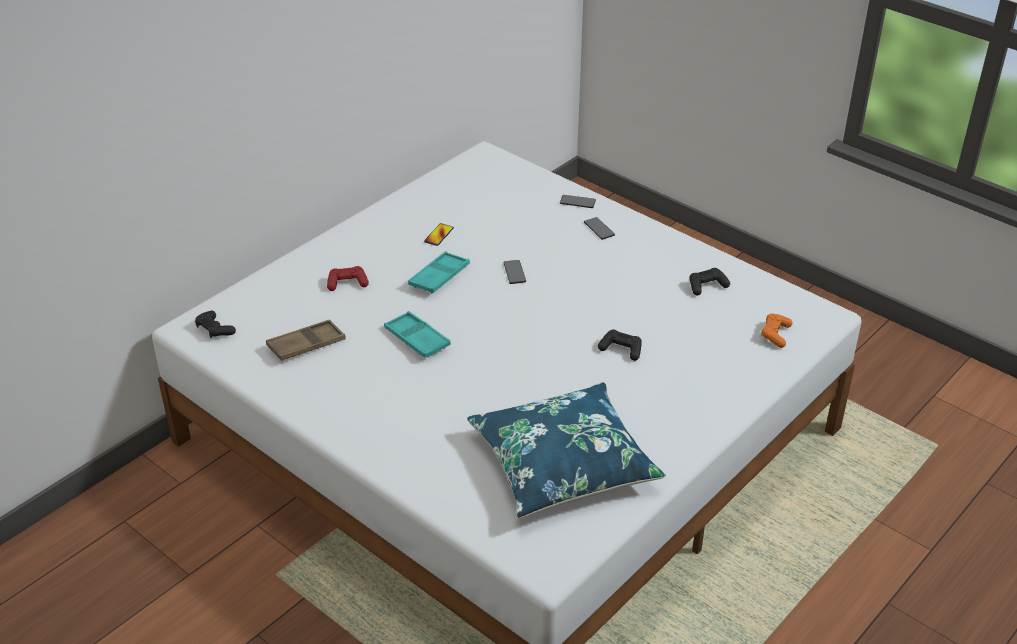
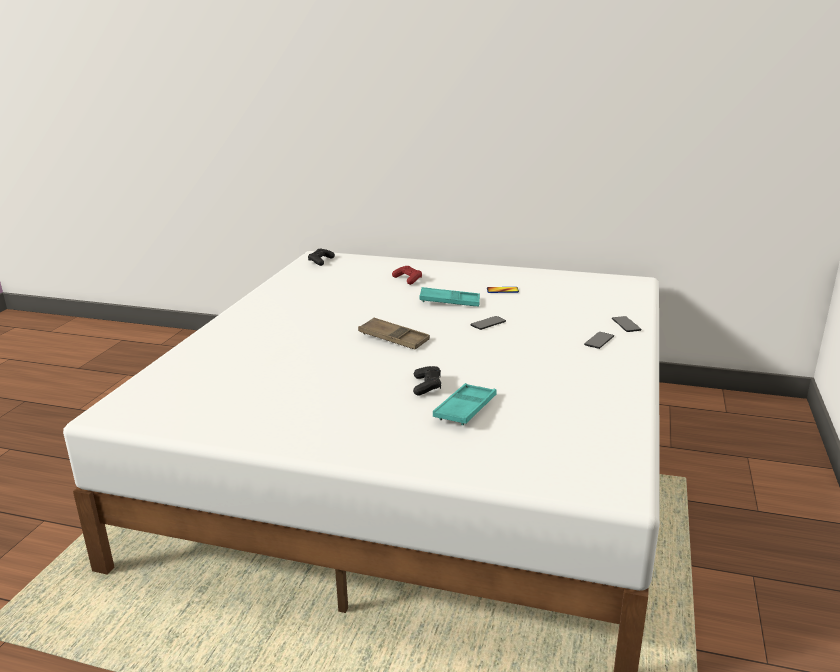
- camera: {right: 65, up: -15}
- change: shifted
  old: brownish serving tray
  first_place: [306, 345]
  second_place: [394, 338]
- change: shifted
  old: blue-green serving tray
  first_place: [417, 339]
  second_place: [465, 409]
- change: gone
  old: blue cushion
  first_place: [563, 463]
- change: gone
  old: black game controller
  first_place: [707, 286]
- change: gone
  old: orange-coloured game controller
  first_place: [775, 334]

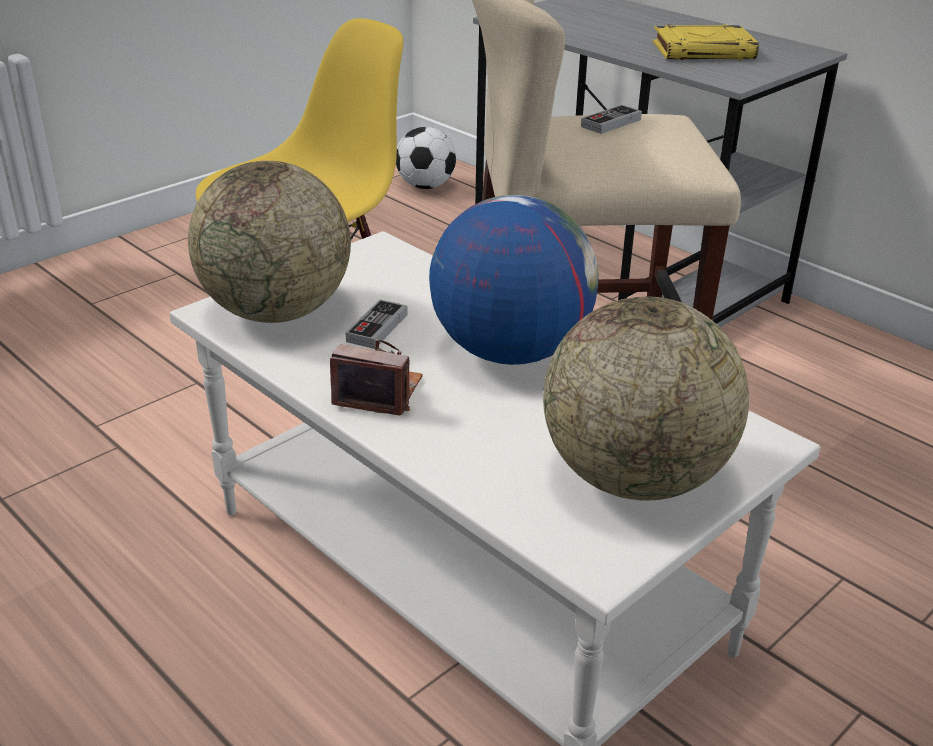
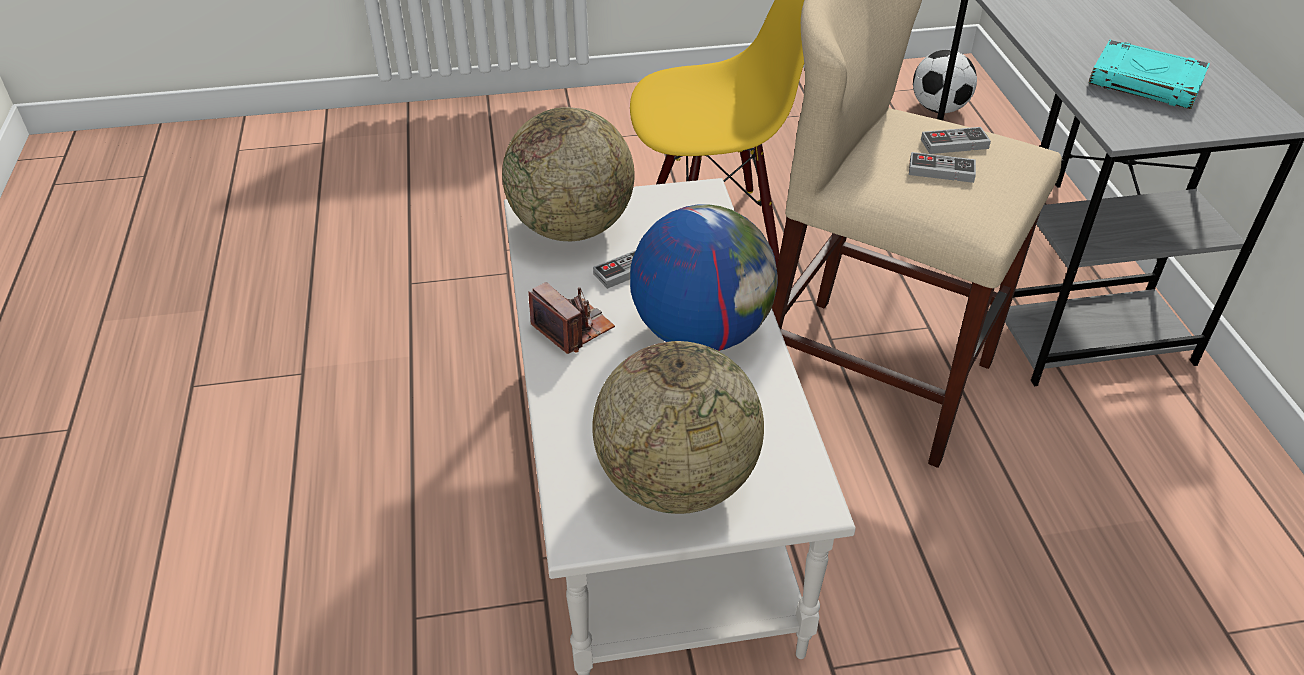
- camera: {right: 35, up: 10}
- change: repainted
  old: yellowish book
  new: blue-green book
  first_place: [704, 51]
  second_place: [1147, 82]
- change: new
  new: game controller
  second_place: [941, 171]

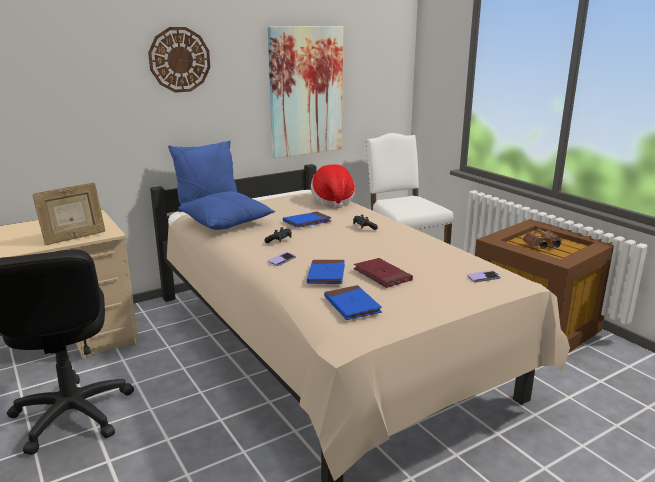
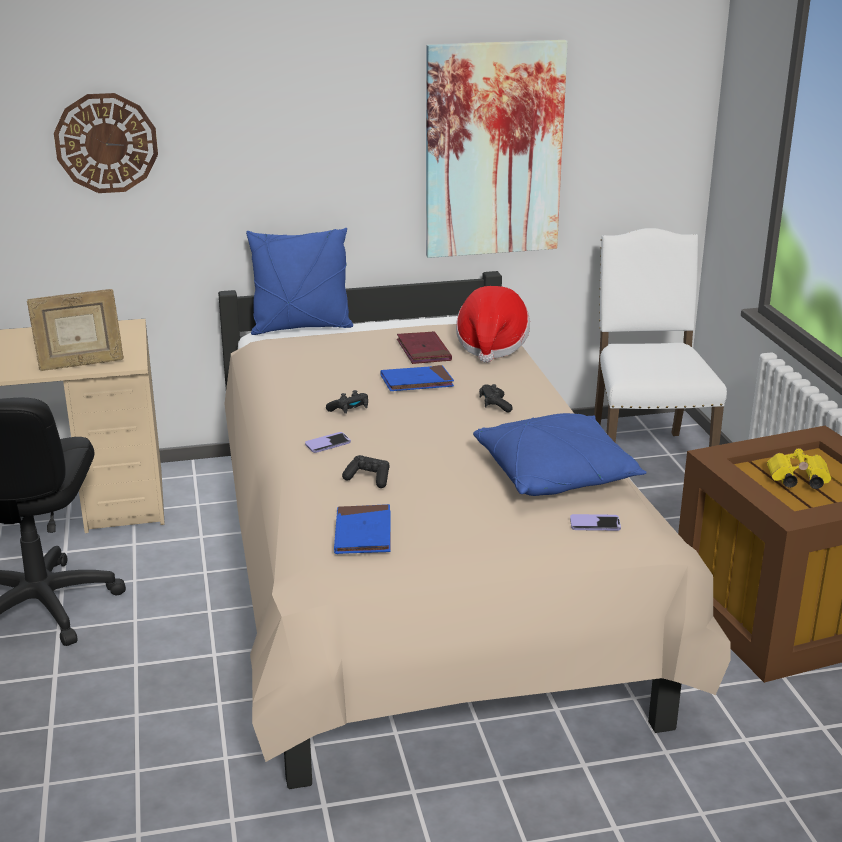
- camera: {right: 20, up: 5}
- change: shifted
  old: wall clock
  first_place: [179, 60]
  second_place: [106, 143]
- change: shifted
  old: blue cushion
  first_place: [227, 222]
  second_place: [556, 475]
- change: swapped
  old: blue book
  new: black game controller
  first_place: [326, 274]
  second_place: [368, 479]
- change: shifted
  old: red book
  first_place: [382, 275]
  second_place: [423, 351]
- change: repainted
  old: brownish pair of binoculars
  new: yellowish pair of binoculars
  first_place: [541, 246]
  second_place: [796, 481]

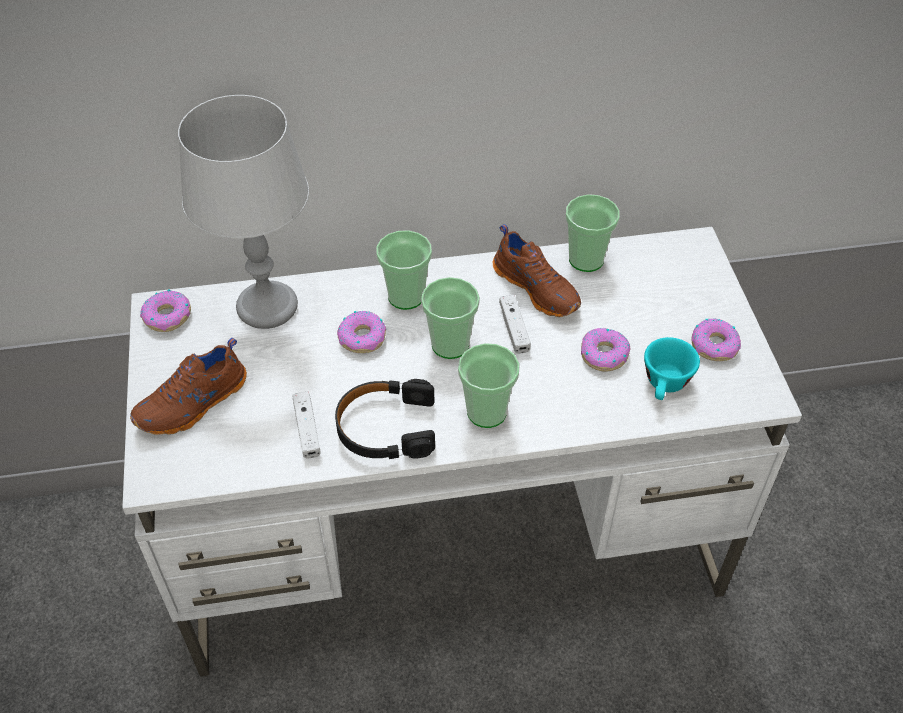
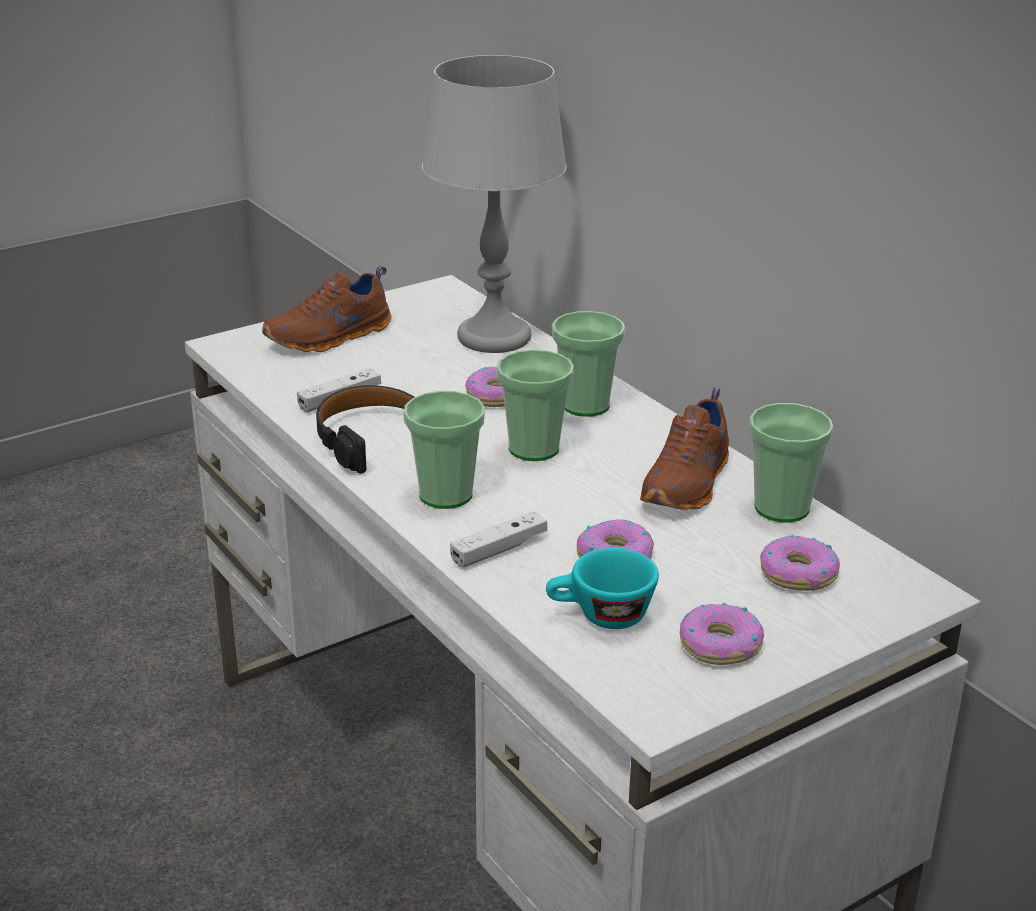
- camera: {right: 65, up: -20}
- change: rotated
  old: brownish item of footwear
  first_place: [194, 404]
  second_place: [330, 337]
  degrees: -60
- change: shifted
  old: doughnut
  first_place: [168, 317]
  second_place: [797, 574]
- change: shifted
  old: whitish game controller
  first_place: [514, 329]
  second_place: [499, 549]

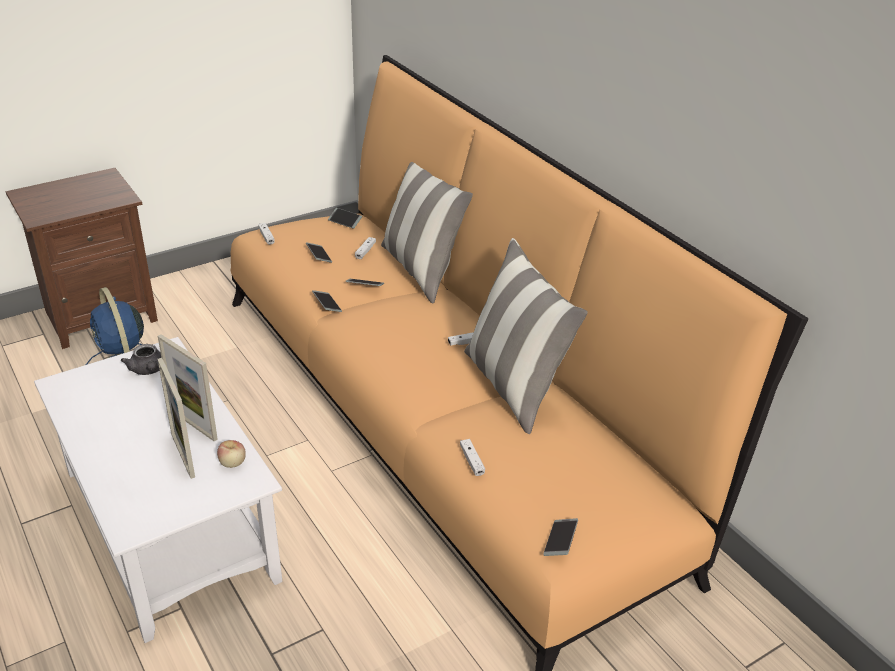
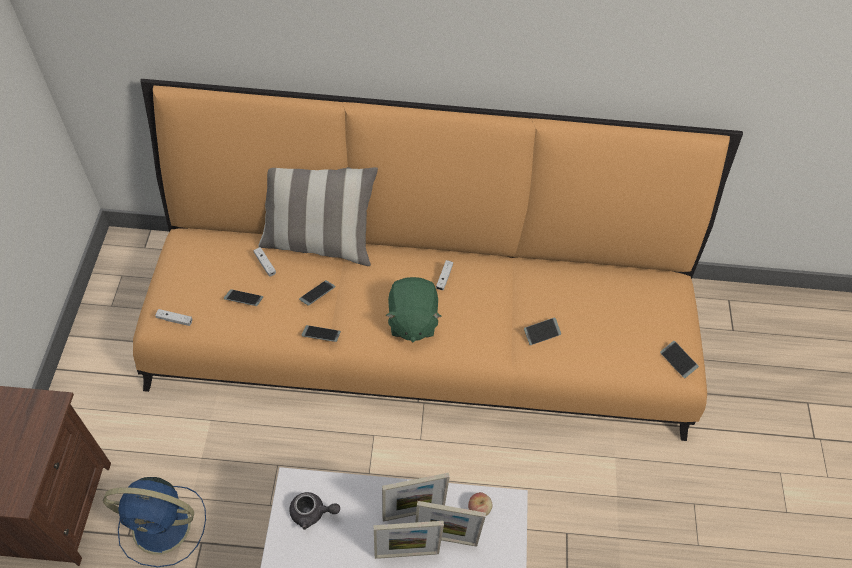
- camera: {right: -55, up: 20}
- change: shifted
  old: phone
  first_place: [345, 221]
  second_place: [541, 333]
- change: gone
  old: whitish game controller
  first_place: [472, 461]
- change: gone
  old: cushion
  first_place: [515, 387]
- change: new
  new: standing frame
  second_place: [406, 554]
- change: new
  new: green soft toy
  second_place: [412, 320]

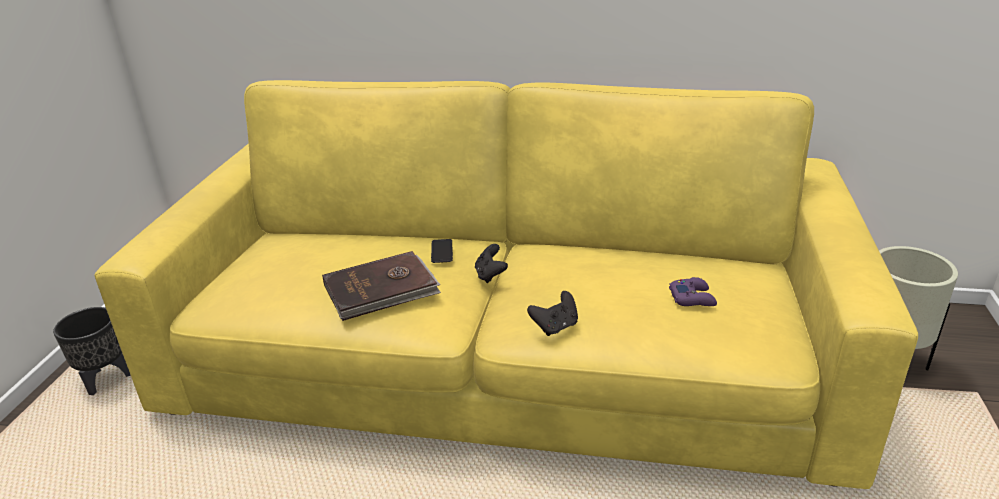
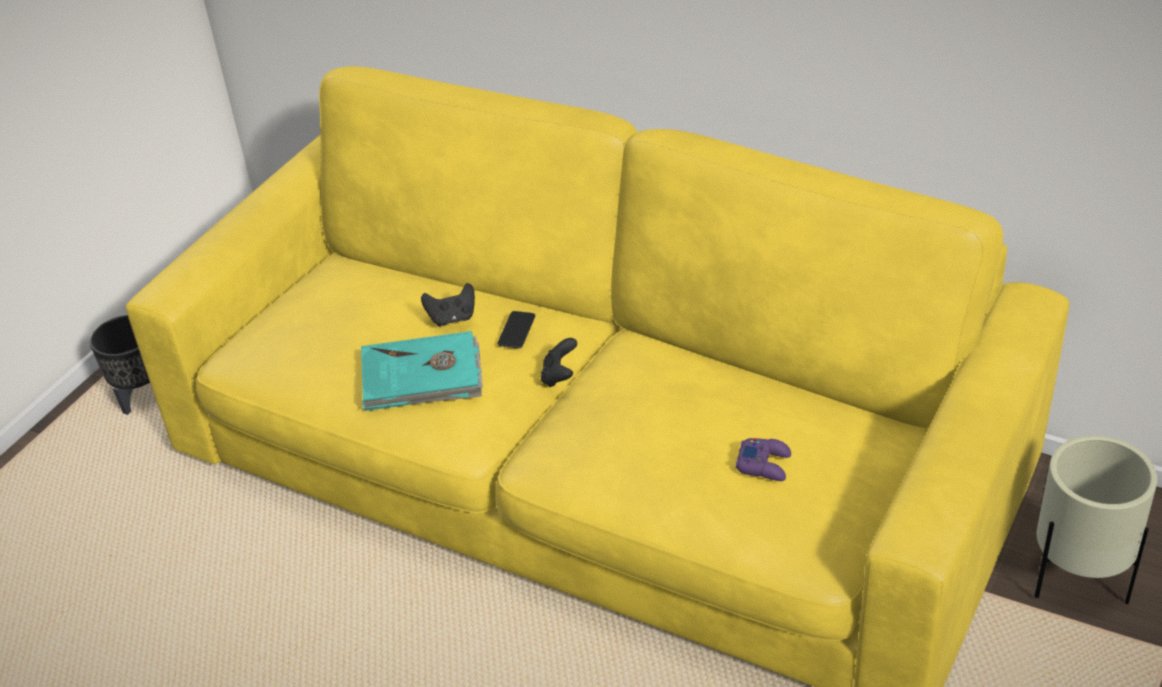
- camera: {right: 20, up: 10}
- change: repainted
  old: brownish book
  new: blue-green book
  first_place: [382, 290]
  second_place: [422, 377]
- change: shifted
  old: black game controller
  first_place: [555, 327]
  second_place: [452, 318]

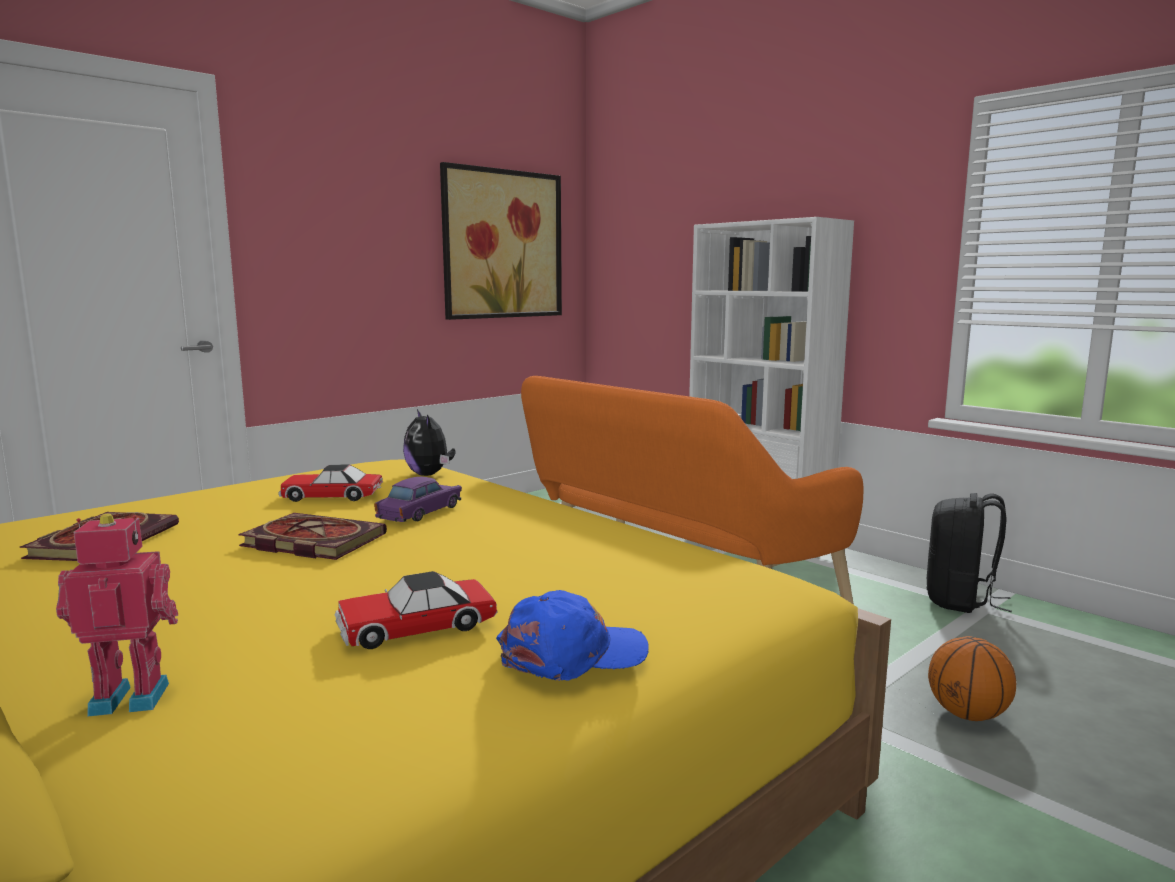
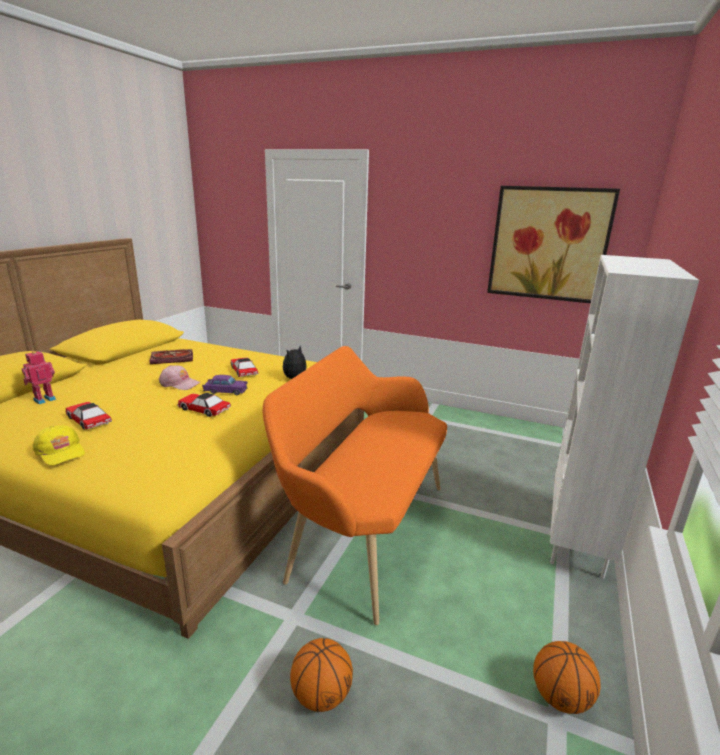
- camera: {right: 65, up: 10}
- change: rotated
  old: toy robot
  first_place: [131, 696]
  second_place: [44, 399]
  degrees: -105
- change: swapped
  old: book
  new: pink-coloured cap
  first_place: [309, 541]
  second_place: [179, 383]
- change: repainted
  old: blue cap
  new: yellowish cap
  first_place: [572, 655]
  second_place: [61, 451]
- change: swapped
  old: black knapsack
  new: basketball ball
  first_place: [960, 601]
  second_place: [560, 697]
- change: new
  new: toy car
  second_place: [204, 409]

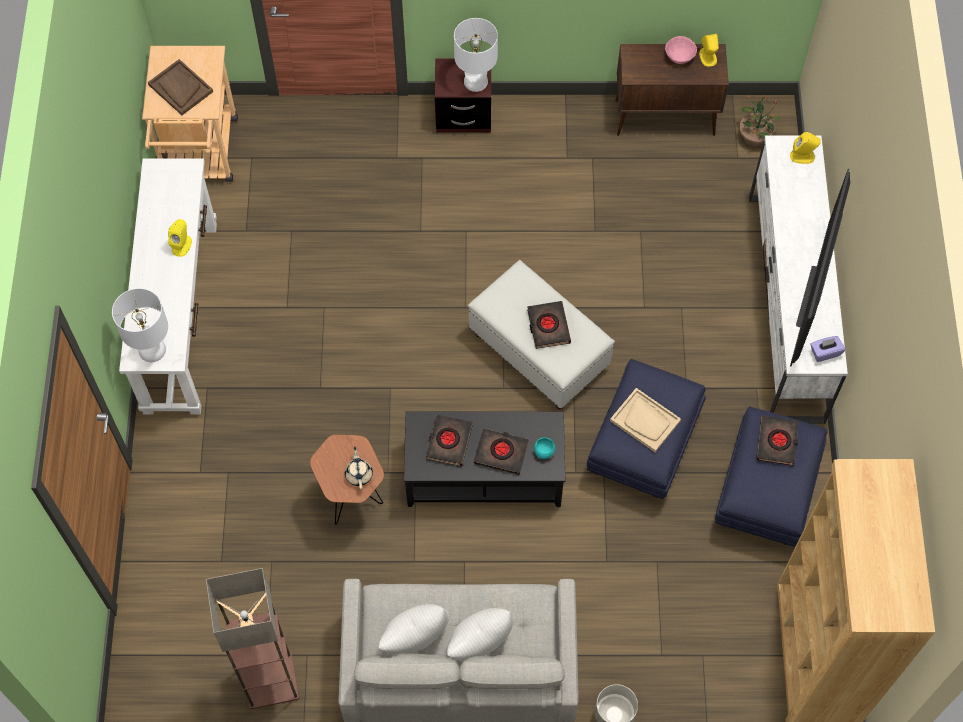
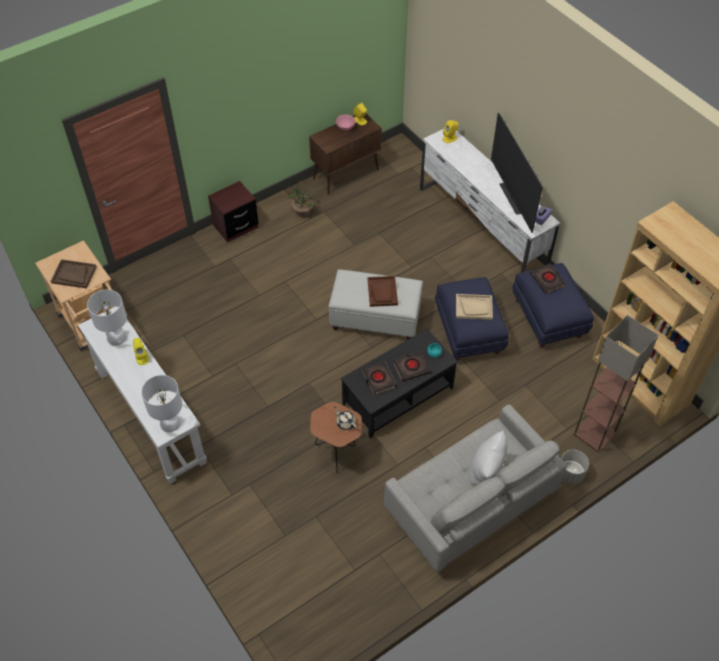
- camera: {right: -35, up: -10}
- change: shifted
  old: standing lamp
  first_place: [270, 682]
  second_place: [595, 434]
- change: gone
  old: whitish cushion
  first_place: [416, 641]
- change: shifted
  old: whitish tabletop lamp
  first_place: [476, 82]
  second_place: [117, 338]
- change: swapped
  old: black book
  new: brownish serving tray
  first_place: [548, 326]
  second_place: [382, 292]
- change: shifted
  old: plant in a pot
  first_place: [754, 138]
  second_place: [303, 212]

